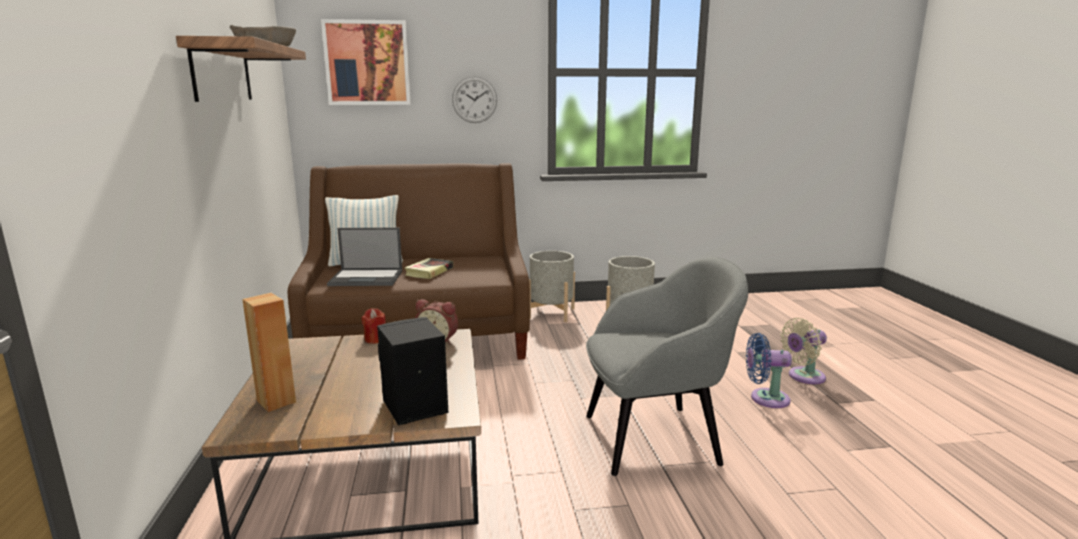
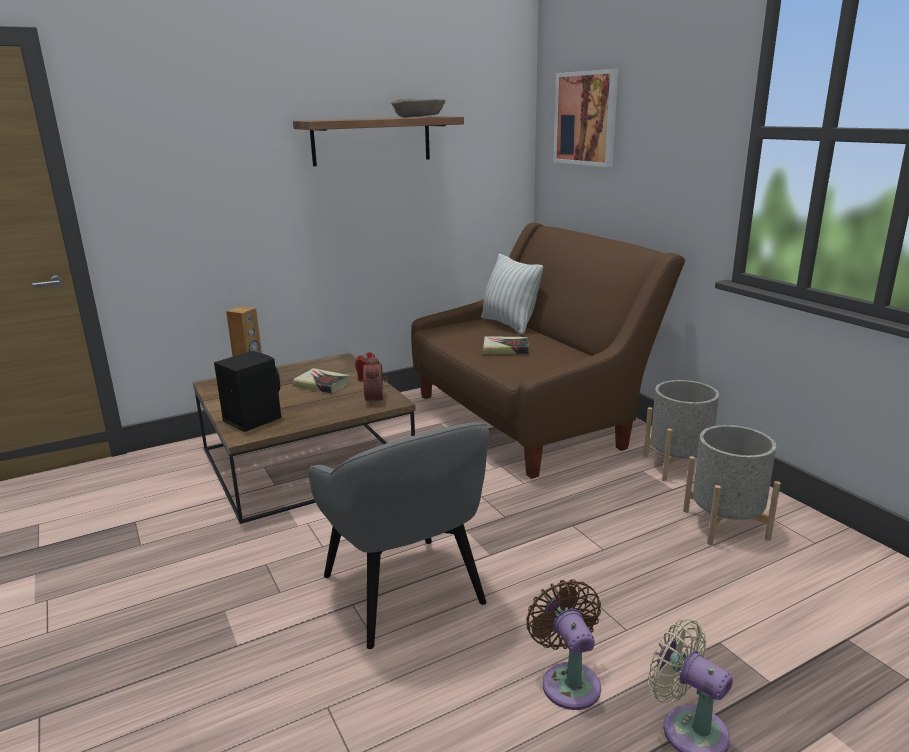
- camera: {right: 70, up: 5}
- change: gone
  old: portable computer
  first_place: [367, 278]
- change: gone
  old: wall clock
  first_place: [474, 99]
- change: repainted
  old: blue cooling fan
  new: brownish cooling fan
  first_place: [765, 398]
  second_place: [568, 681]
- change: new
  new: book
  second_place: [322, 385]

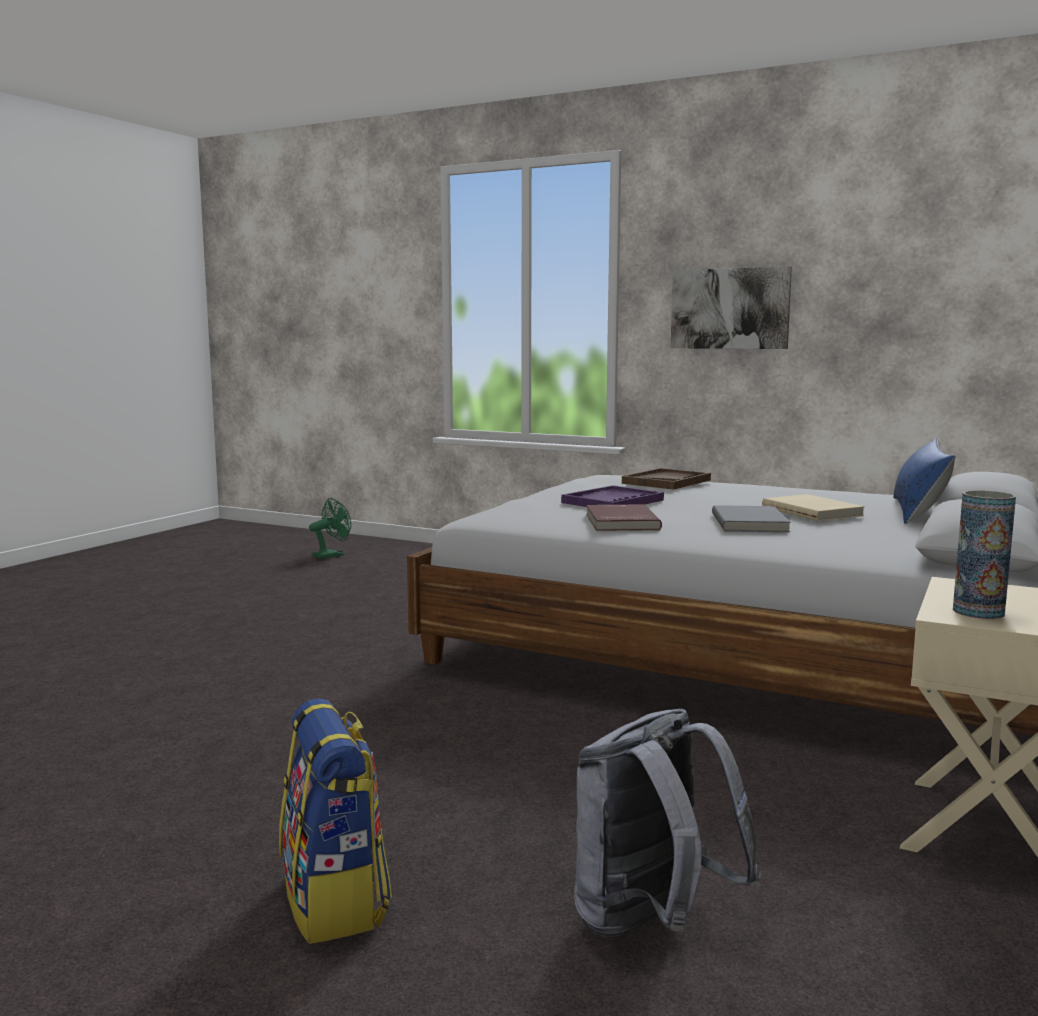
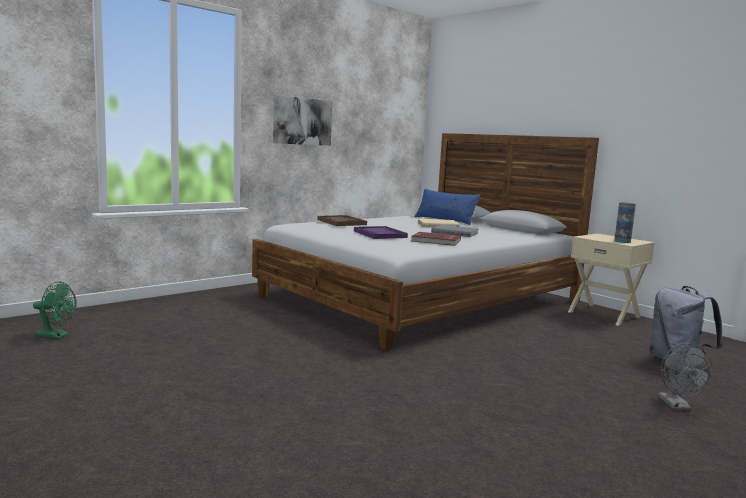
- camera: {right: -70, up: 0}
- change: swapped
  old: knapsack
  new: greyish cooling fan
  first_place: [336, 901]
  second_place: [677, 406]
- change: rotated
  old: green cooling fan
  first_place: [332, 555]
  second_place: [56, 336]
  degrees: 120

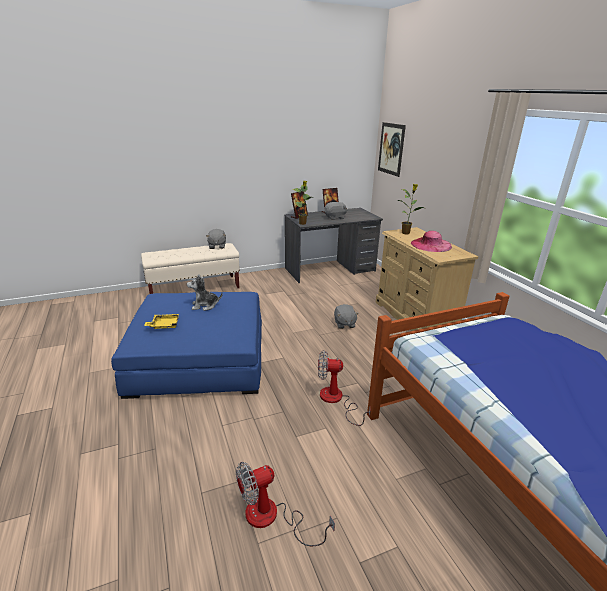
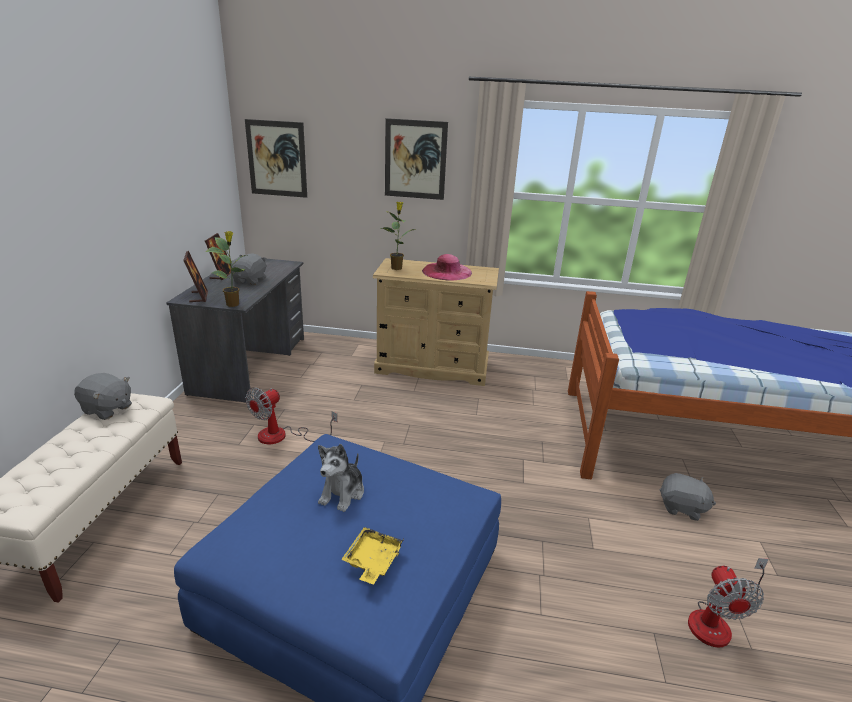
- camera: {right: -60, up: 0}
- change: shifted
  old: cooling fan
  first_place: [336, 400]
  second_place: [282, 436]
- change: shifted
  old: greyish soft toy
  first_place: [344, 324]
  second_place: [682, 508]
- change: new
  new: wall art
  second_place: [415, 159]

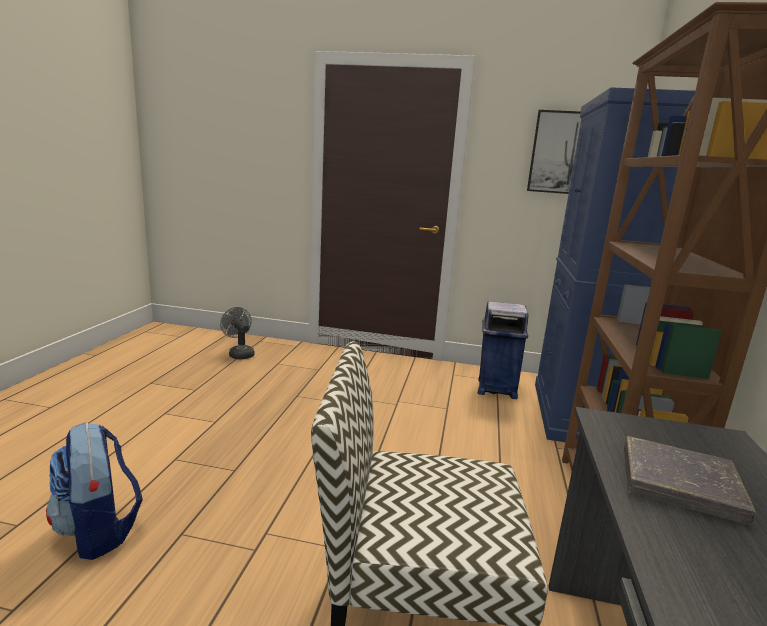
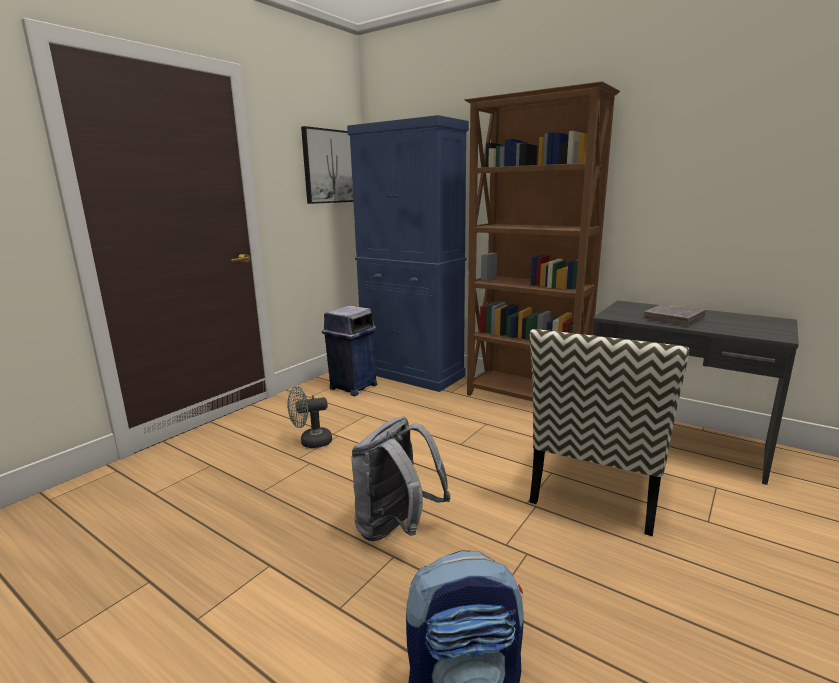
- camera: {right: -65, up: 0}
- change: shifted
  old: greyish cooling fan
  first_place: [239, 354]
  second_place: [311, 442]
- change: new
  new: greyish knapsack
  second_place: [396, 529]

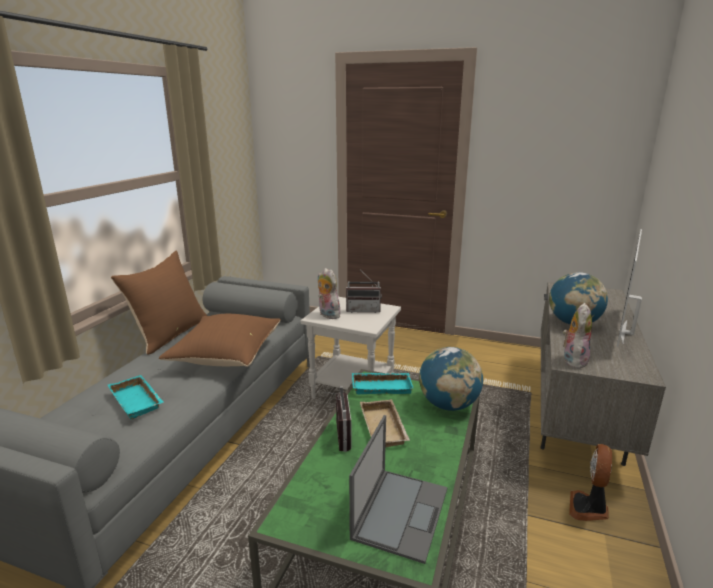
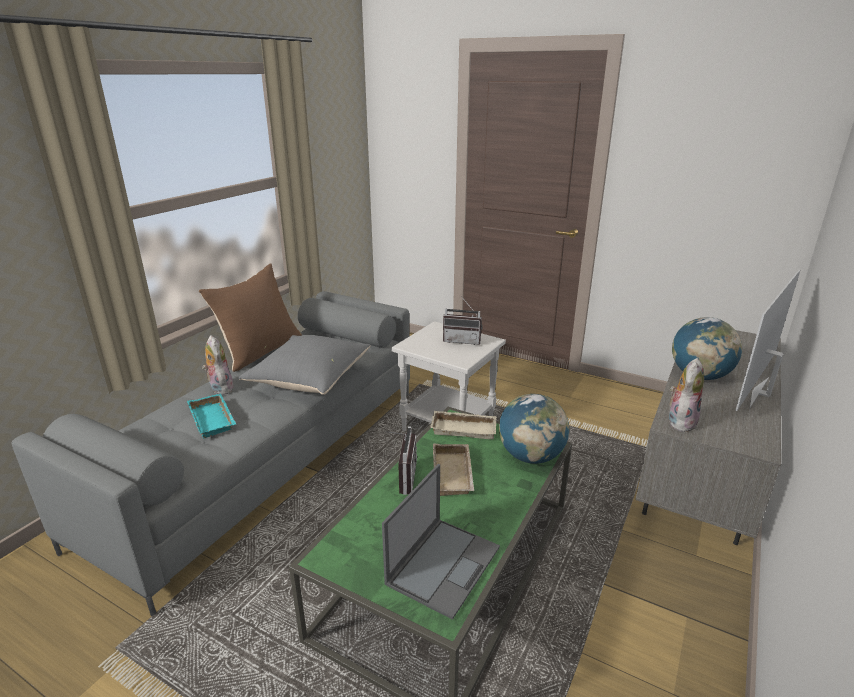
- camera: {right: 10, up: 5}
- change: repainted
  old: brownish cushion
  new: greyish cushion
  first_place: [226, 356]
  second_place: [310, 379]
- change: shifted
  old: soft toy
  first_place: [327, 315]
  second_place: [220, 388]
- change: repainted
  old: blue-green serving tray
  new: beige-coloured serving tray
  first_place: [382, 386]
  second_place: [464, 428]
- change: gone
  old: cooling fan
  first_place: [588, 508]

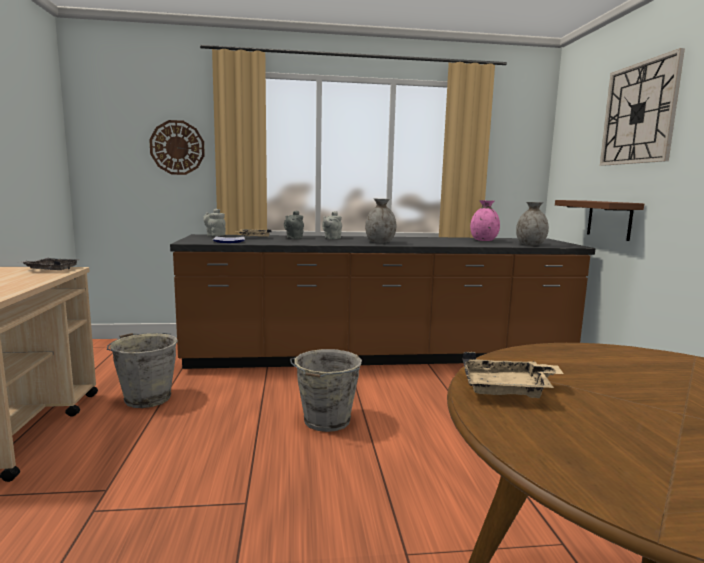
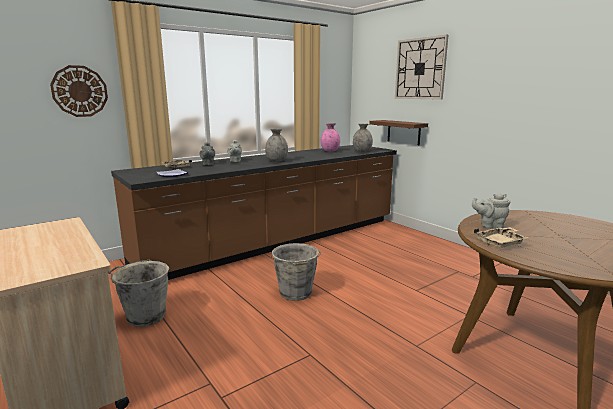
- camera: {right: -30, up: 5}
- change: gone
  old: greyish serving tray
  first_place: [52, 270]
- change: shifted
  old: greyish teapot
  first_place: [215, 235]
  second_place: [489, 226]

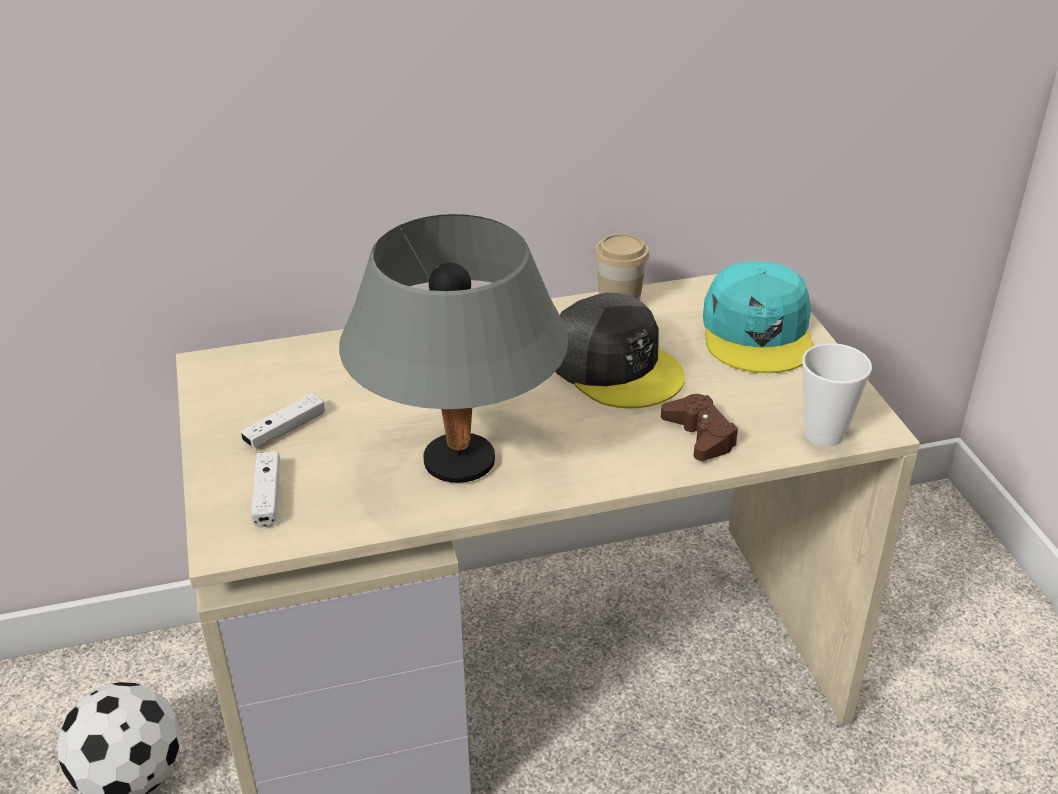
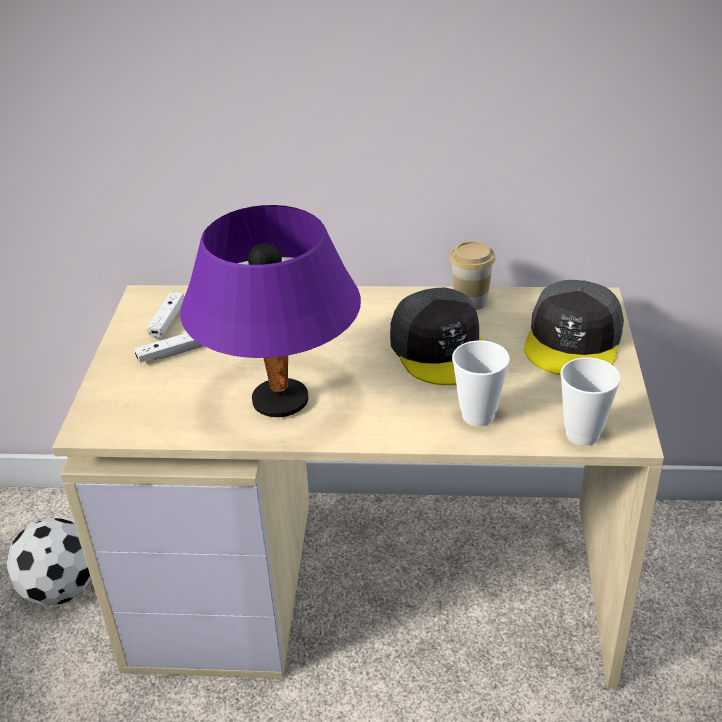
- camera: {right: 20, up: 0}
- change: shifted
  old: whitish game controller
  first_place: [267, 496]
  second_place: [167, 320]
- change: repainted
  old: greyish tabletop lamp
  new: purple tabletop lamp
  first_place: [458, 461]
  second_place: [280, 401]
- change: swapped
  old: brownish game controller
  new: small cup
  first_place: [700, 435]
  second_place: [478, 416]
- change: repainted
  old: blue-green cap
  new: greyish cap
  first_place: [757, 332]
  second_place: [573, 341]

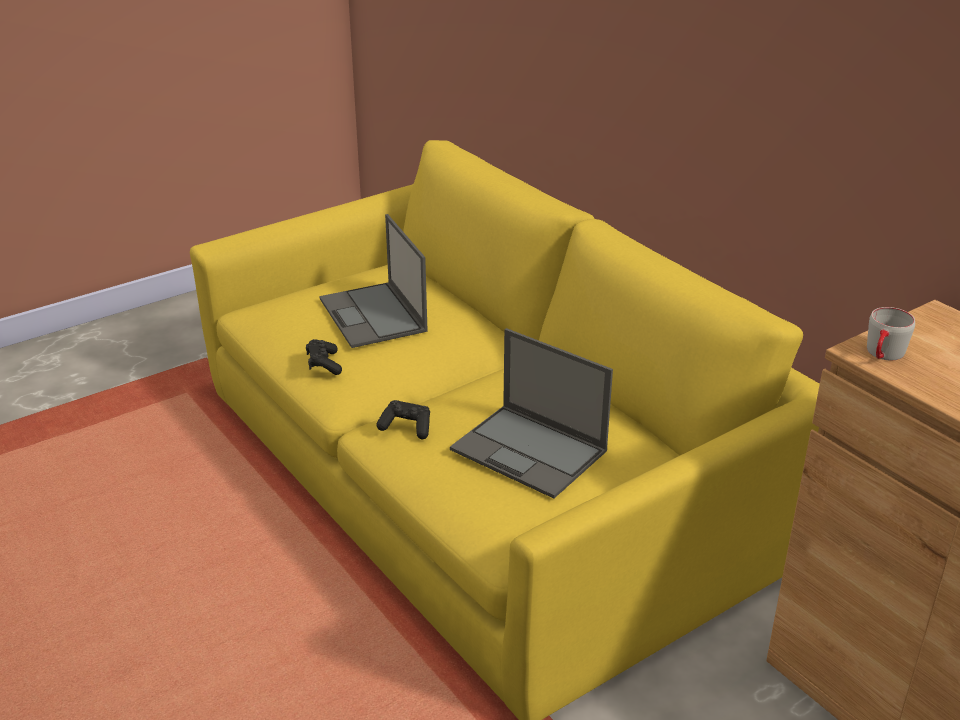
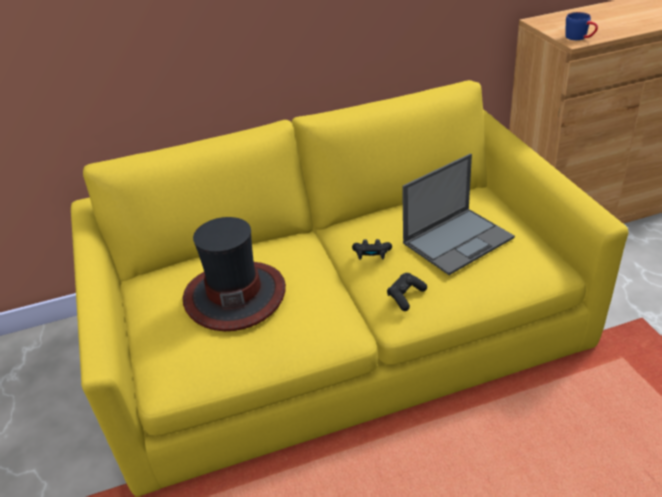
- camera: {right: -70, up: 5}
- change: shifted
  old: black game controller
  first_place: [324, 364]
  second_place: [372, 255]
- change: swapped
  old: portable computer
  new: wearable hat
  first_place: [373, 315]
  second_place: [235, 295]
- change: repainted
  old: greyish mug
  new: blue mug
  first_place: [883, 355]
  second_place: [580, 38]

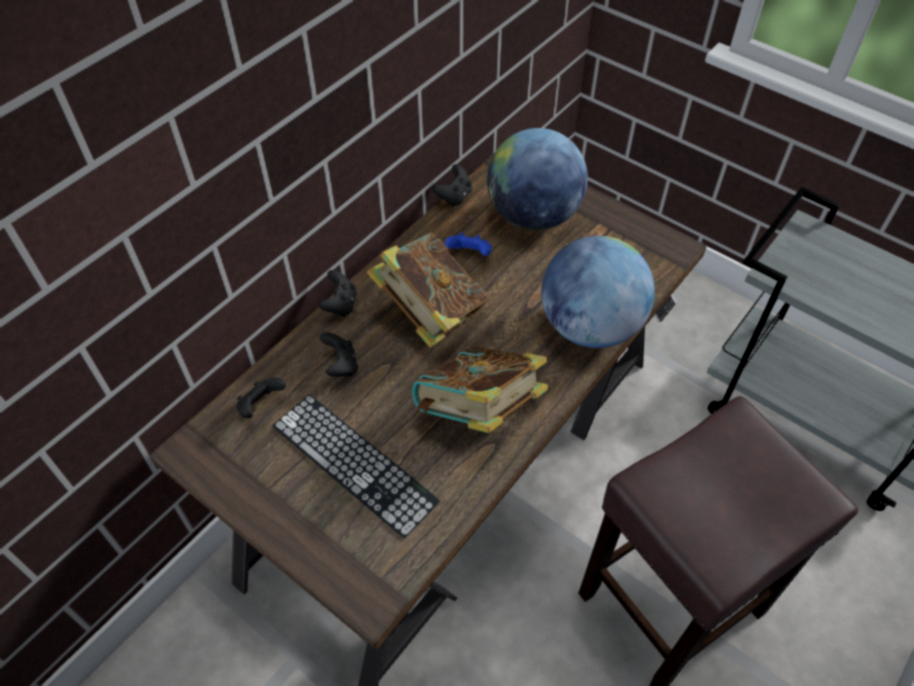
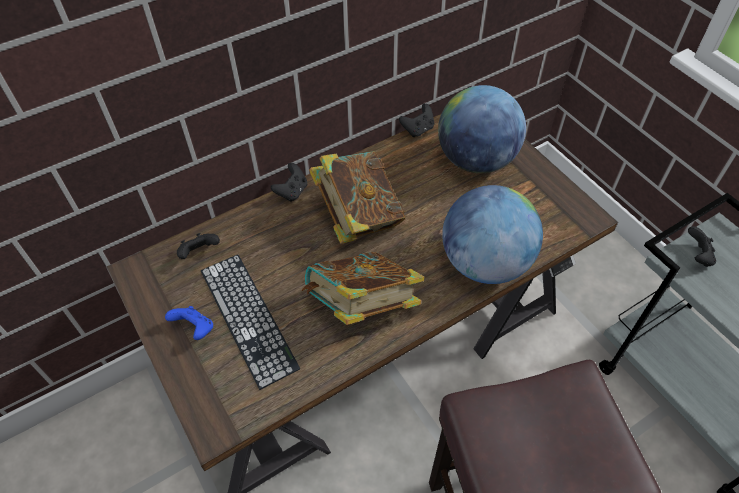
- camera: {right: 20, up: 0}
- change: shifted
  old: black game controller
  first_place: [341, 365]
  second_place: [697, 256]
- change: shifted
  old: blue game controller
  first_place: [469, 254]
  second_place: [195, 329]

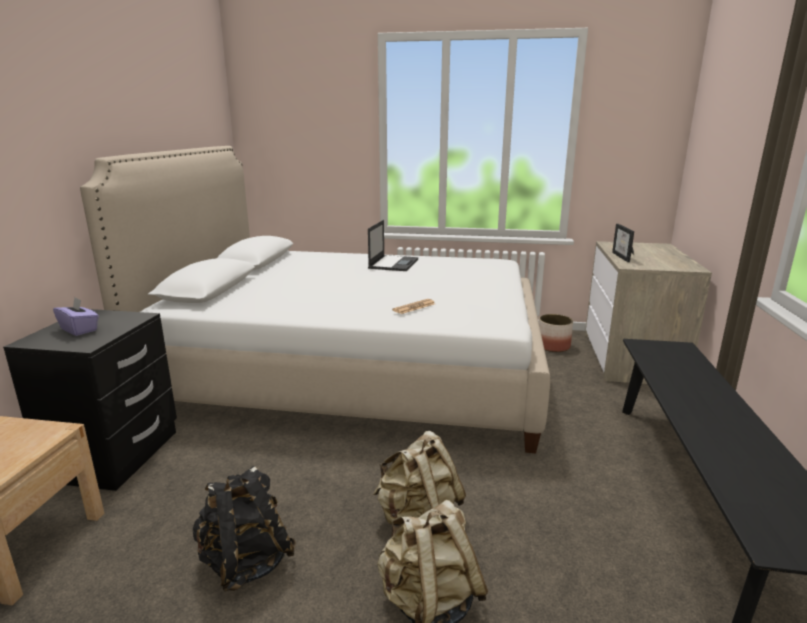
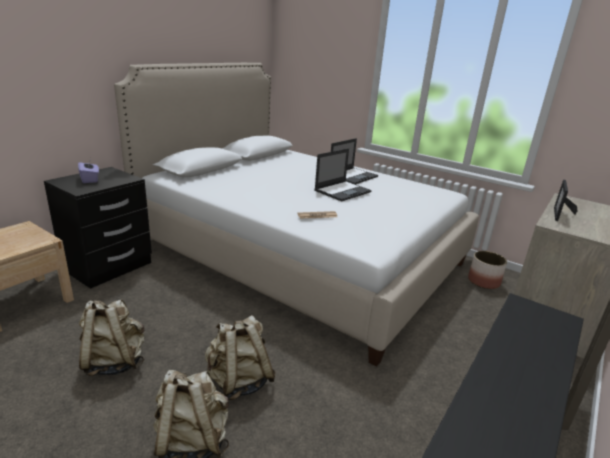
- camera: {right: 25, up: 5}
- change: repainted
  old: black knapsack
  new: beige-coloured knapsack
  first_place: [246, 563]
  second_place: [114, 362]
- change: new
  new: portable computer
  second_place: [343, 191]

